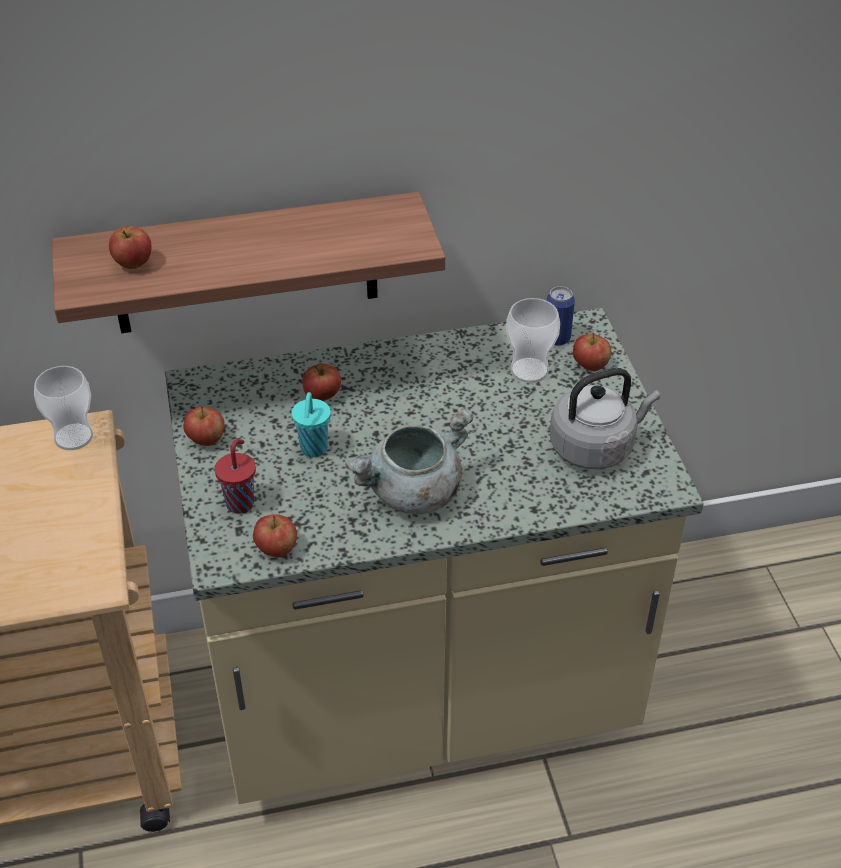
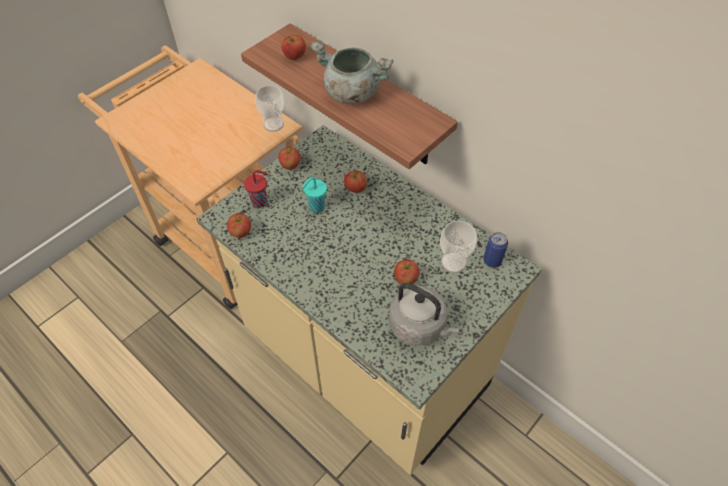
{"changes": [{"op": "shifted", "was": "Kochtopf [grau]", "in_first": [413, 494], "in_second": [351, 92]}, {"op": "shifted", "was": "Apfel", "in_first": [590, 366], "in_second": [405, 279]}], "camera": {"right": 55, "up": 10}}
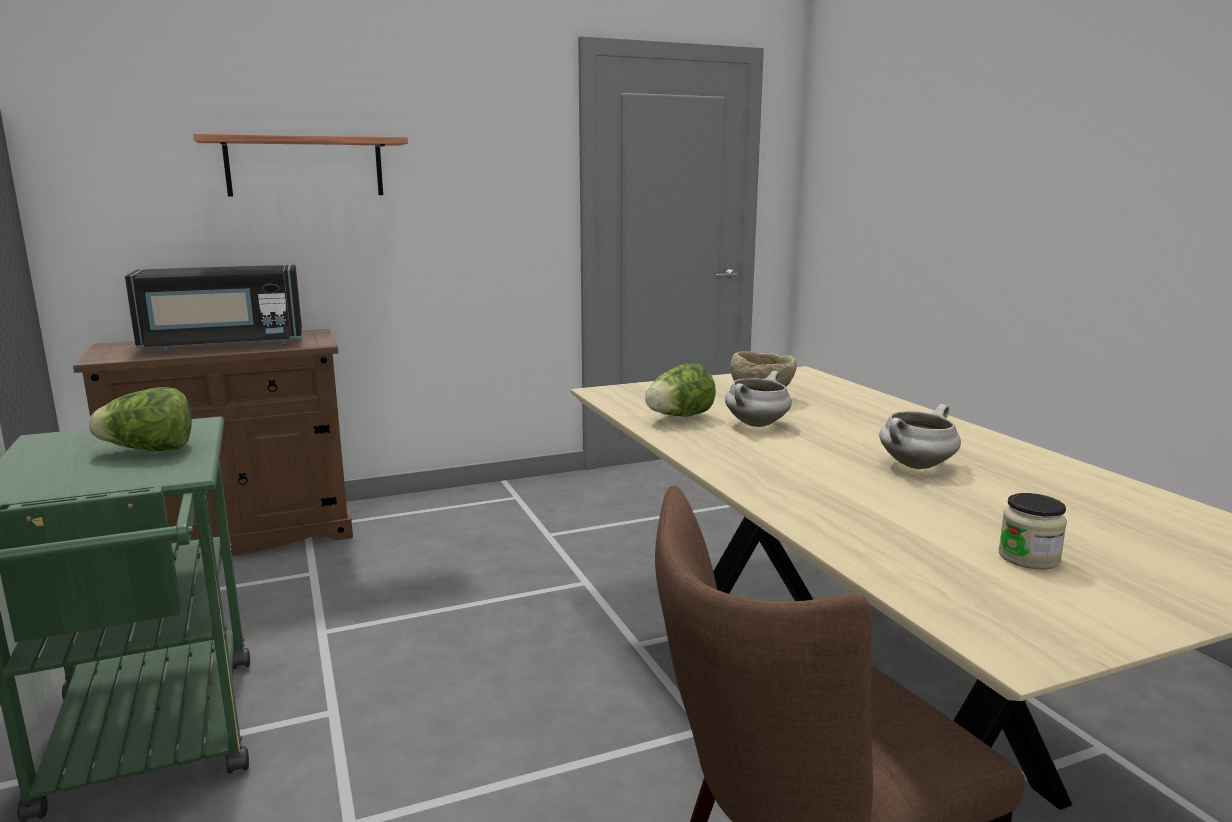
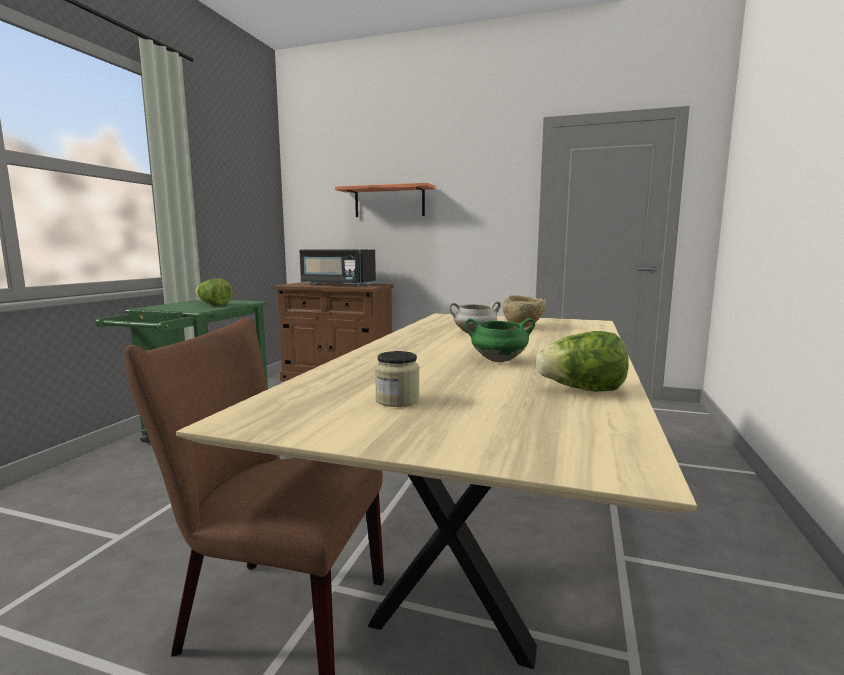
{"changes": [{"op": "shifted", "was": "Salatkopf", "in_first": [679, 417], "in_second": [582, 390]}, {"op": "repainted", "was": "Kochtopf [weiß]", "now": "Kochtopf [grün]", "in_first": [916, 466], "in_second": [498, 360]}], "camera": {"right": 40, "up": -5}}
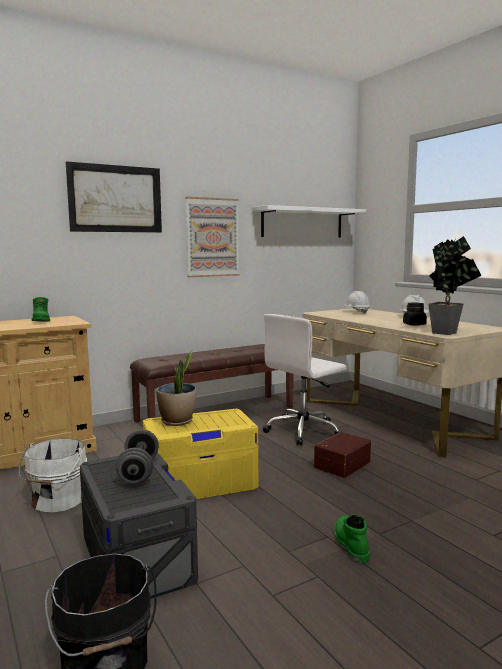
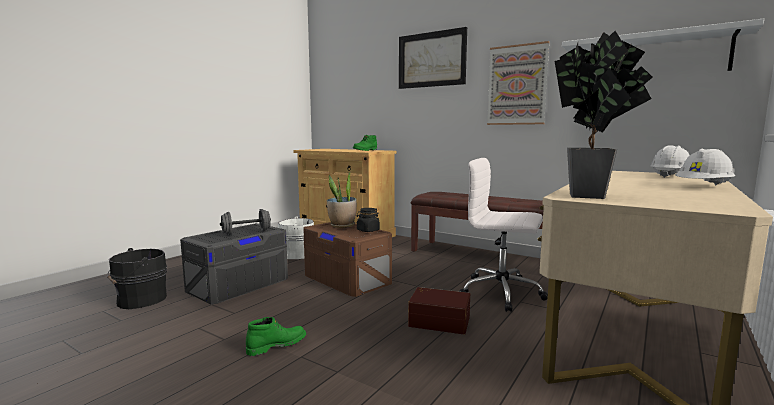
{"changes": [{"op": "shifted", "was": "Vorratsglas [schwarz]", "in_first": [414, 324], "in_second": [368, 230]}, {"op": "repainted", "was": "Aufbewahrungsbox [gelb]", "now": "Aufbewahrungsbox [braun]", "in_first": [200, 482], "in_second": [347, 279]}], "camera": {"right": 65, "up": 0}}
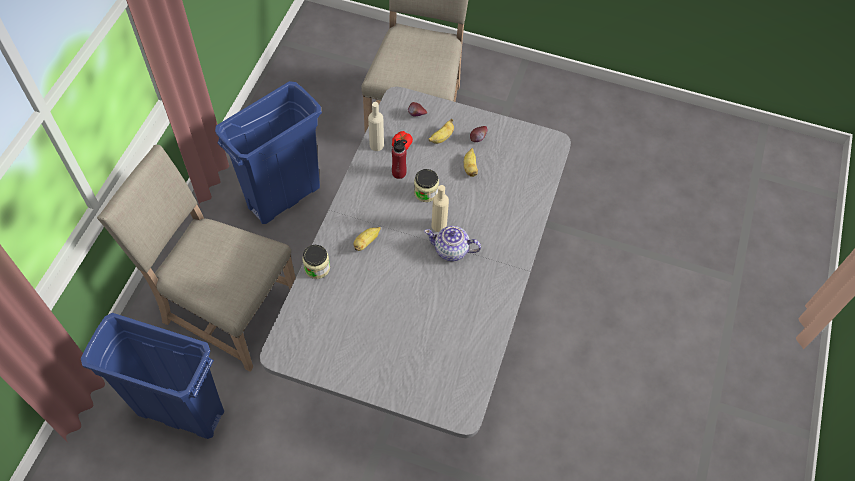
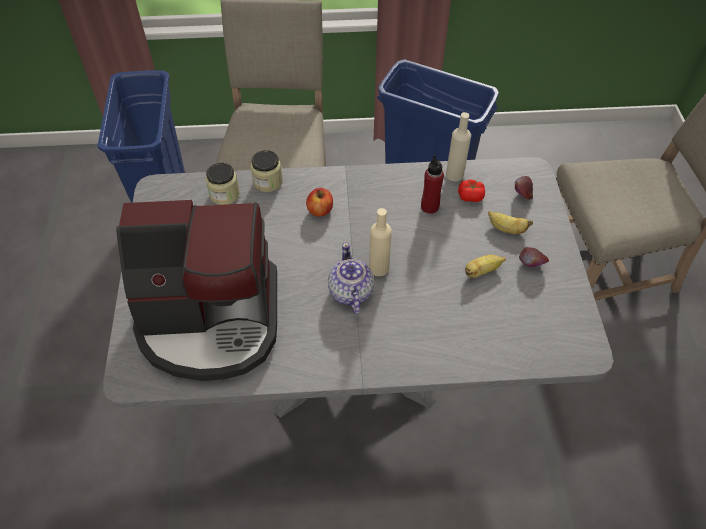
{"changes": [{"op": "new", "now": "Kaffeemaschine", "in_second": [211, 320]}, {"op": "shifted", "was": "Vorratsglas", "in_first": [426, 192], "in_second": [224, 194]}, {"op": "swapped", "was": "Banane", "now": "Apfel", "in_first": [366, 242], "in_second": [320, 210]}], "camera": {"right": 70, "up": -5}}
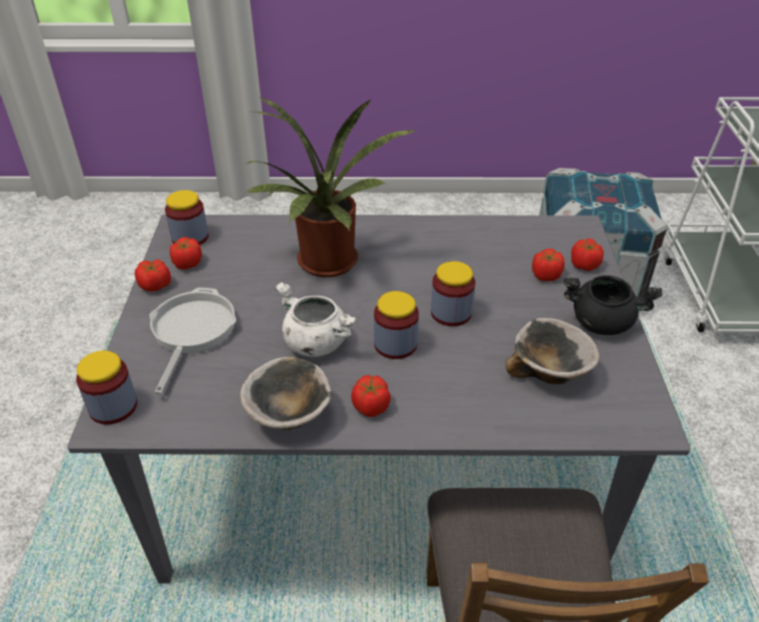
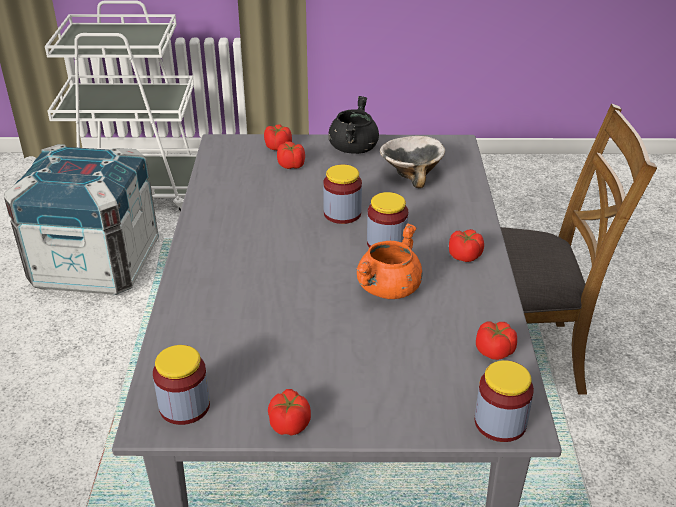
{"changes": [{"op": "gone", "was": "Pfanne", "in_first": [191, 331]}, {"op": "gone", "was": "Schüssel", "in_first": [289, 415]}, {"op": "gone", "was": "Topfpflanze", "in_first": [327, 266]}, {"op": "shifted", "was": "Tomate", "in_first": [187, 264], "in_second": [494, 351]}, {"op": "repainted", "was": "Kochtopf [weiß]", "now": "Kochtopf [orange]", "in_first": [315, 343], "in_second": [388, 289]}], "camera": {"right": -90, "up": -5}}
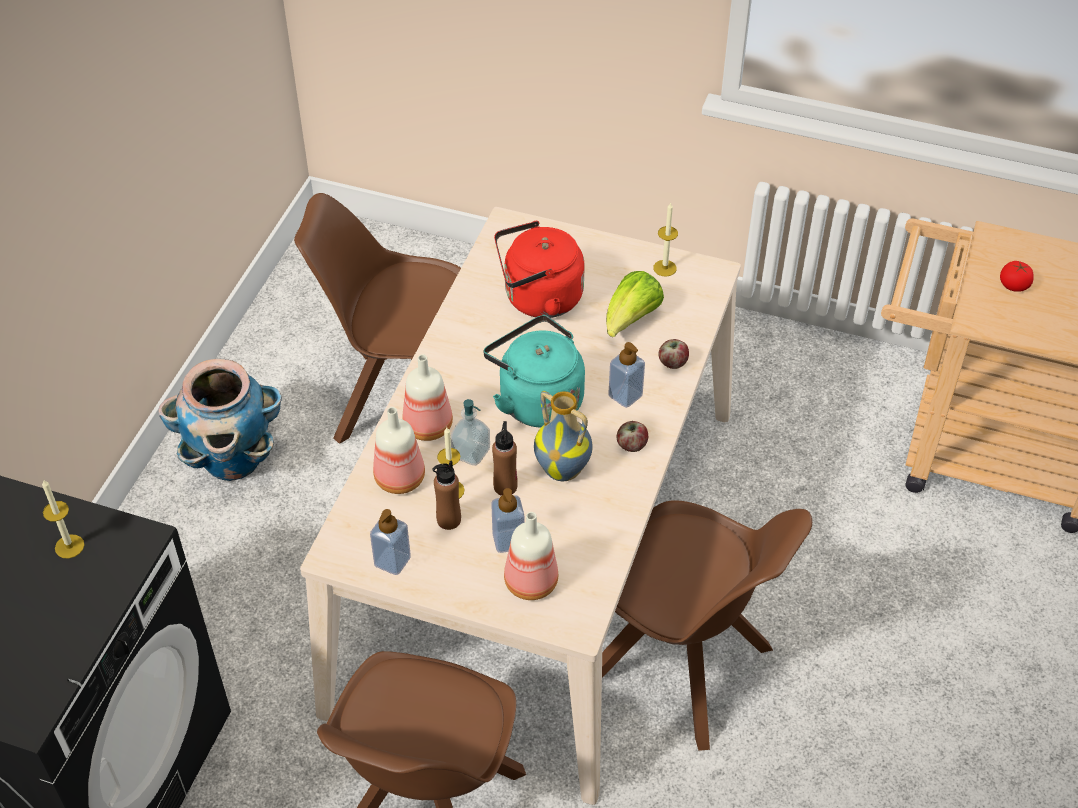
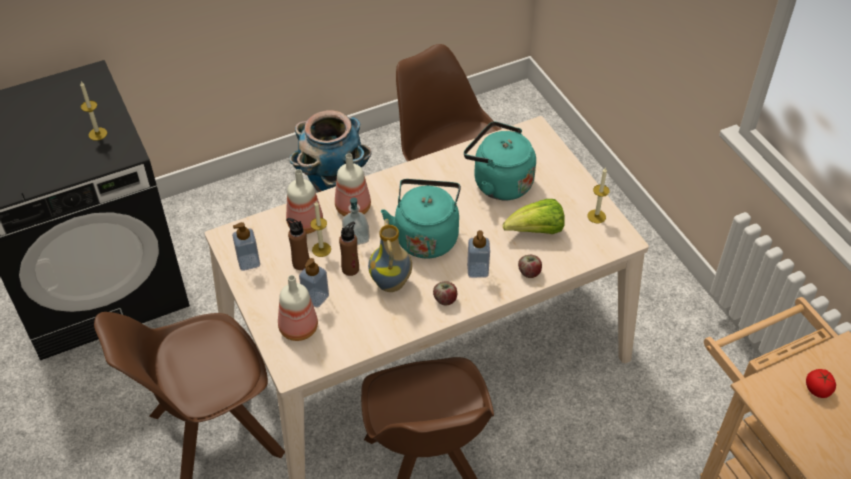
{"changes": [{"op": "repainted", "was": "Wasserkessel [rot]", "now": "Wasserkessel [türkis]", "in_first": [538, 299], "in_second": [499, 182]}], "camera": {"right": 45, "up": 0}}
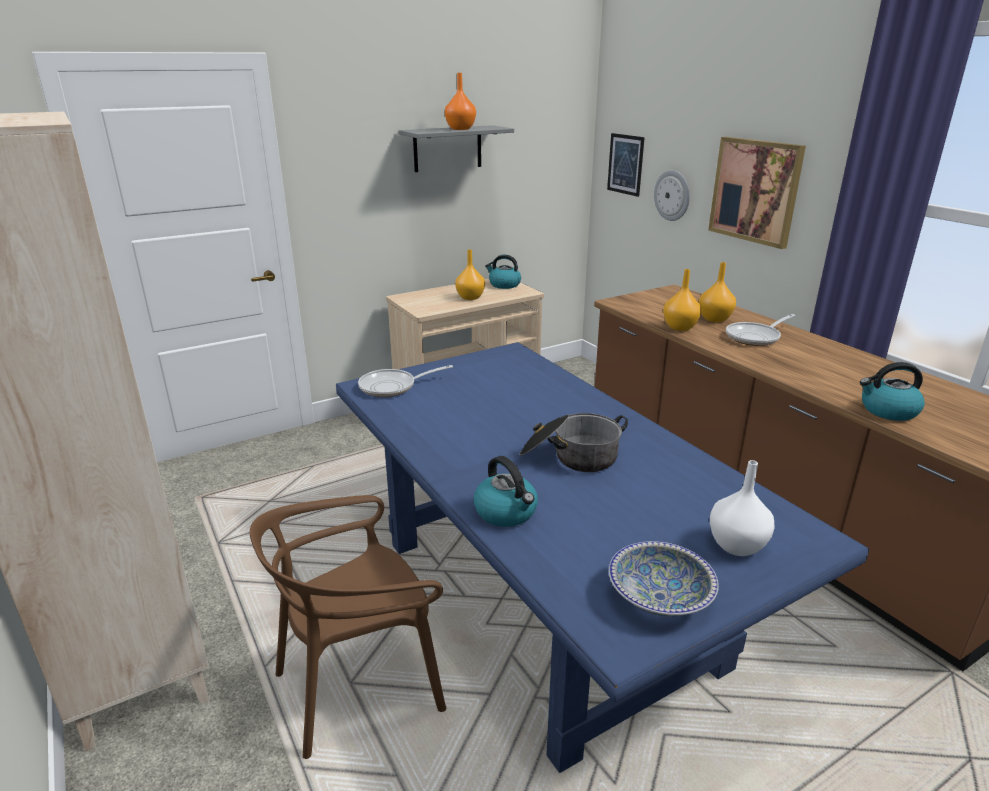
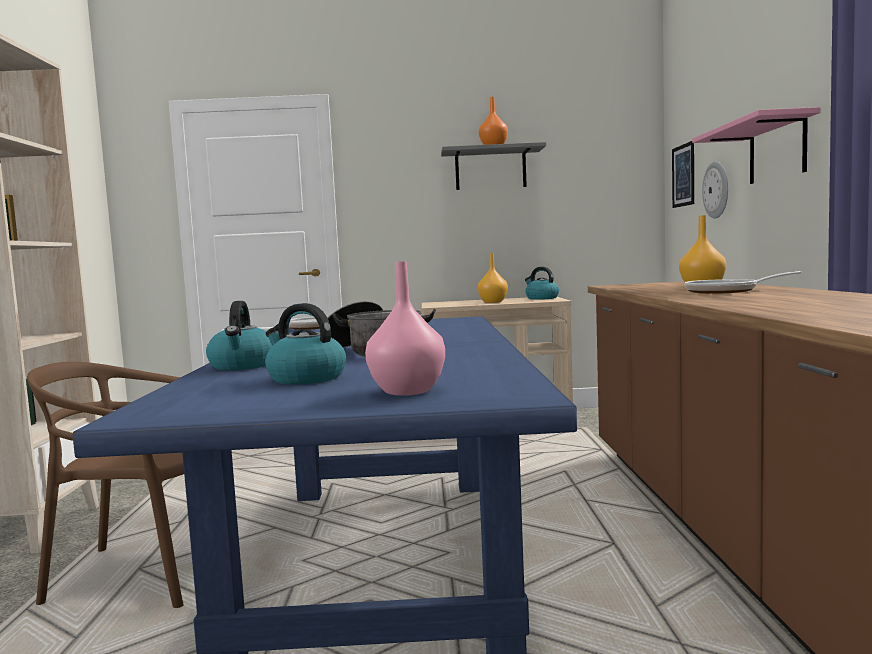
{"changes": [{"op": "gone", "was": "Schüssel", "in_first": [660, 597]}, {"op": "gone", "was": "Vase [orange]", "in_first": [679, 327]}, {"op": "shifted", "was": "Wasserkessel", "in_first": [888, 411], "in_second": [305, 378]}, {"op": "swapped", "was": "Bild", "now": "Wandregal [rosa]", "in_first": [755, 191], "in_second": [777, 150]}, {"op": "repainted", "was": "Vase [weiß]", "now": "Vase [rosa]", "in_first": [735, 546], "in_second": [405, 391]}], "camera": {"right": 30, "up": -20}}
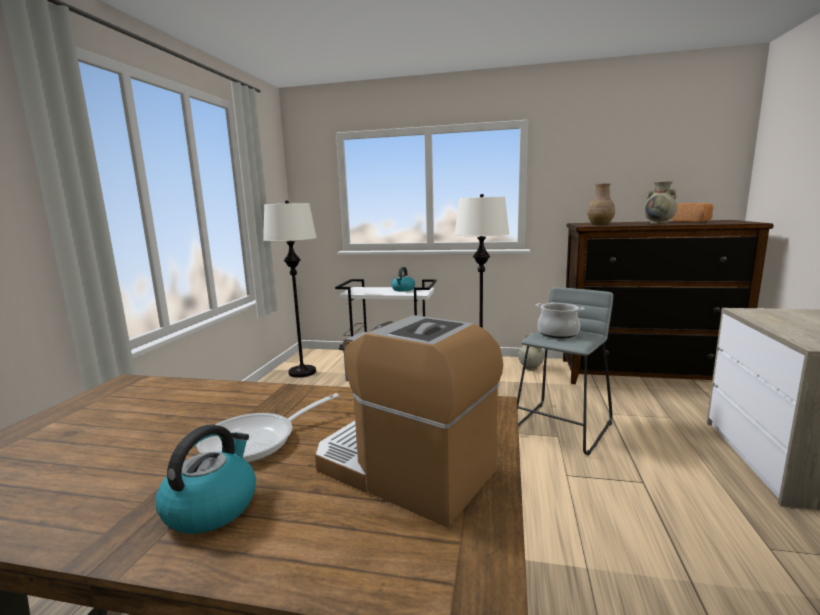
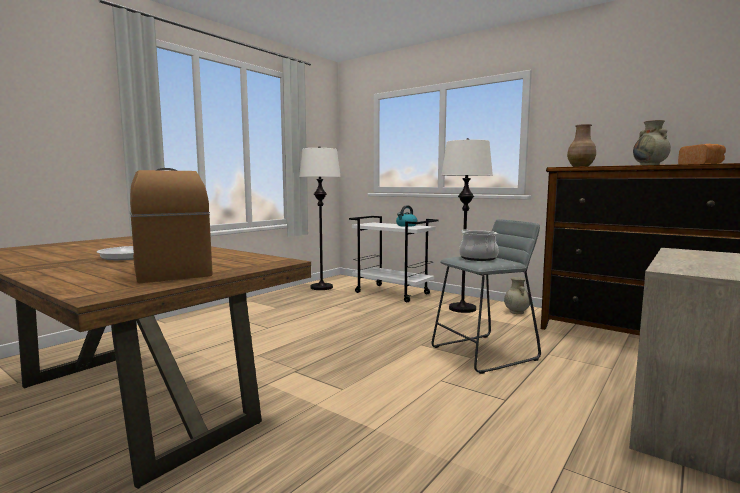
{"changes": [{"op": "gone", "was": "Wasserkessel", "in_first": [212, 507]}], "camera": {"right": 25, "up": -5}}
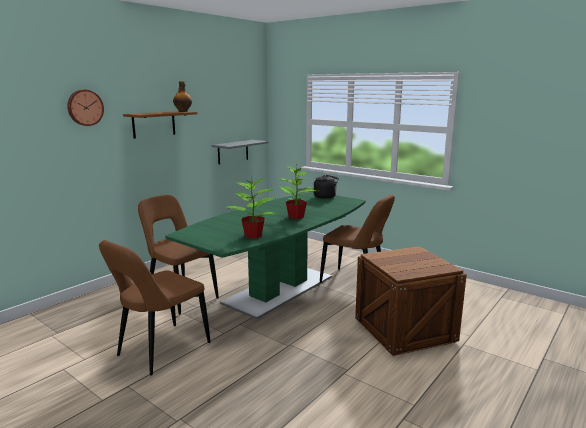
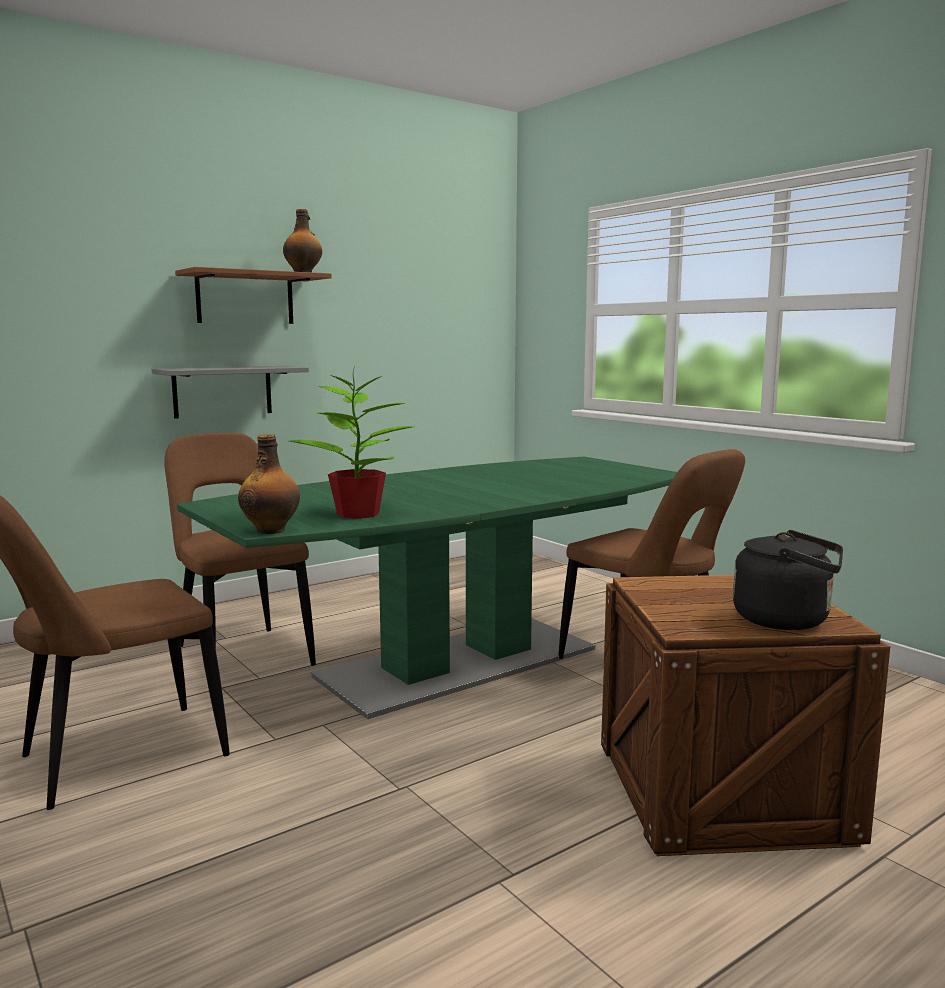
{"changes": [{"op": "gone", "was": "Wanduhr", "in_first": [85, 107]}, {"op": "gone", "was": "Topfpflanze", "in_first": [296, 217]}, {"op": "new", "now": "Flasche", "in_second": [271, 530]}, {"op": "shifted", "was": "Wandregal [grau]", "in_first": [233, 152], "in_second": [222, 391]}, {"op": "shifted", "was": "Wasserkessel [schwarz]", "in_first": [326, 197], "in_second": [787, 620]}], "camera": {"right": 15, "up": -5}}
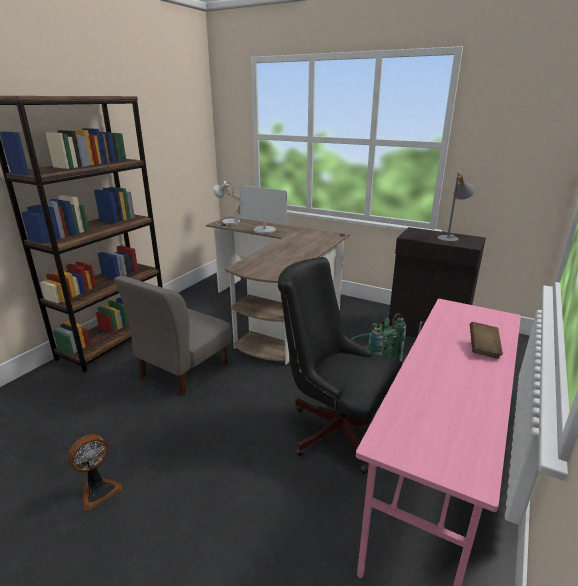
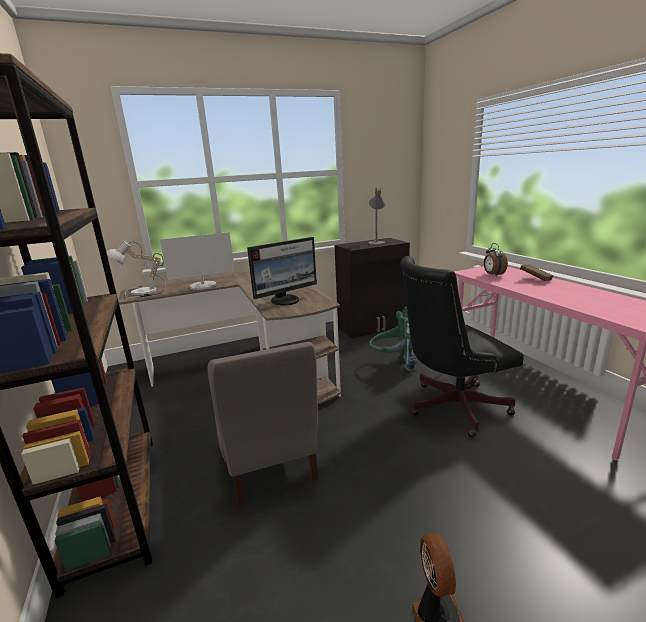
{"changes": [{"op": "new", "now": "Monitor", "in_second": [286, 300]}, {"op": "new", "now": "Wecker", "in_second": [493, 275]}], "camera": {"right": -50, "up": -5}}
